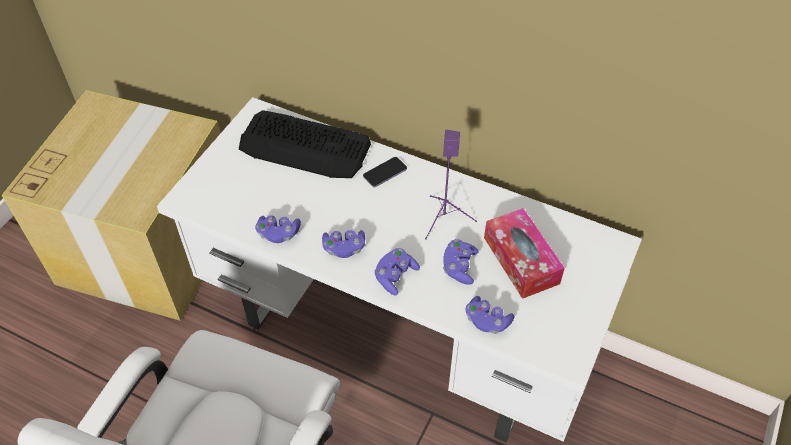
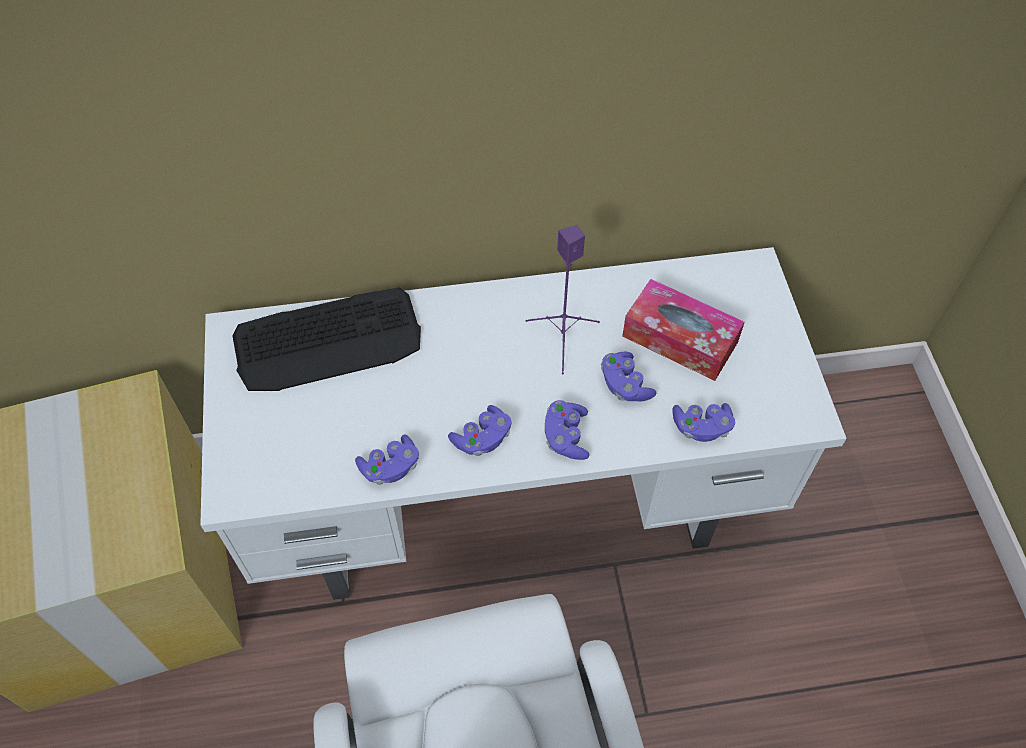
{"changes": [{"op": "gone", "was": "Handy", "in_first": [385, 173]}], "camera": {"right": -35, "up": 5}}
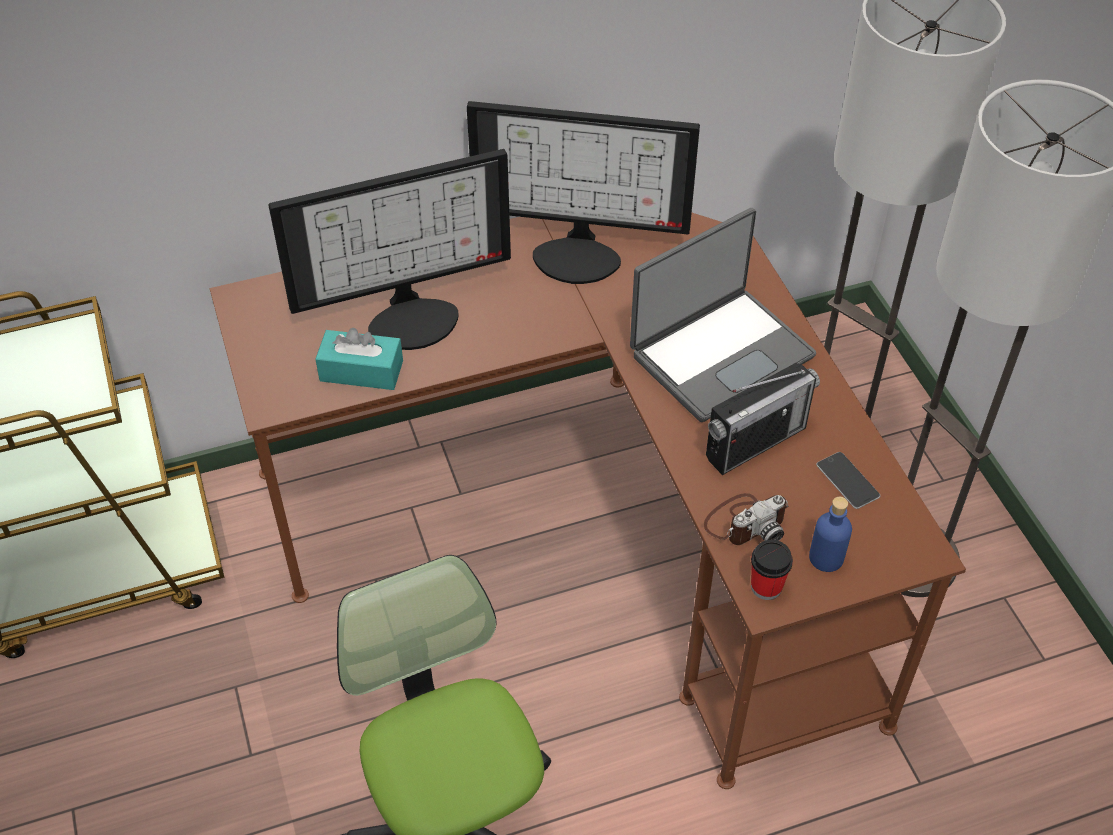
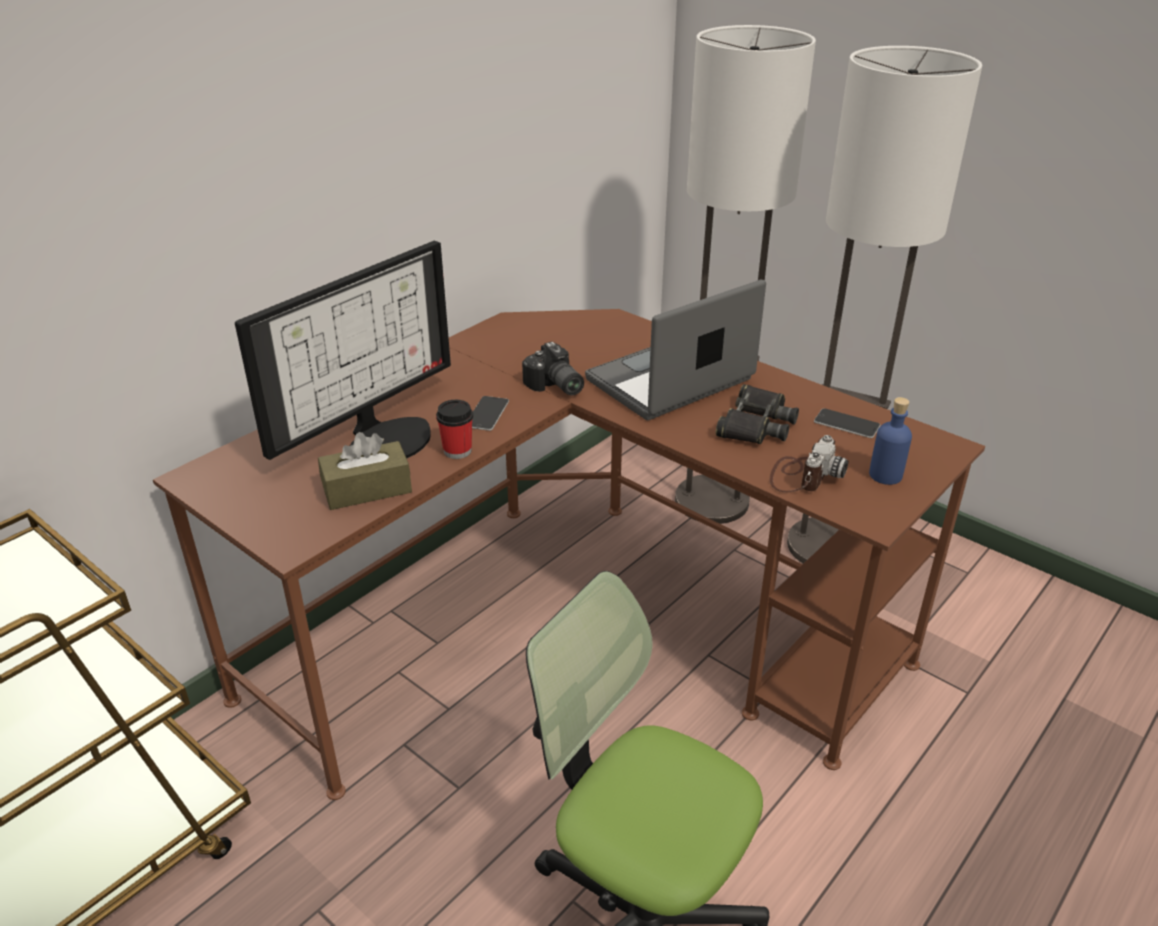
{"changes": [{"op": "gone", "was": "Monitor", "in_first": [579, 254]}, {"op": "new", "now": "Handy", "in_second": [487, 413]}, {"op": "new", "now": "Kamera", "in_second": [554, 387]}, {"op": "shifted", "was": "Tasse", "in_first": [766, 587], "in_second": [457, 451]}, {"op": "swapped", "was": "Radio", "now": "Fernglas [schwarz]", "in_first": [755, 442], "in_second": [755, 424]}, {"op": "repainted", "was": "Taschentuchbox [türkis]", "now": "Taschentuchbox [braun]", "in_first": [361, 371], "in_second": [367, 489]}, {"op": "rotated", "was": "Laptop", "in_first": [720, 354], "in_second": [671, 381], "clockwise": -150}], "camera": {"right": -30, "up": -15}}
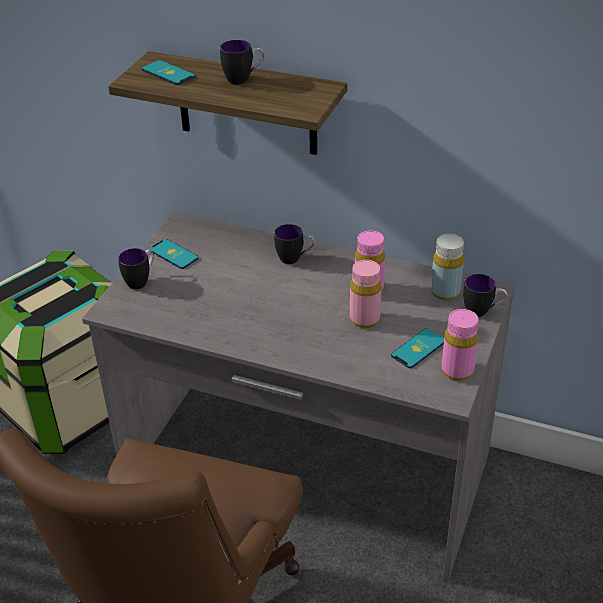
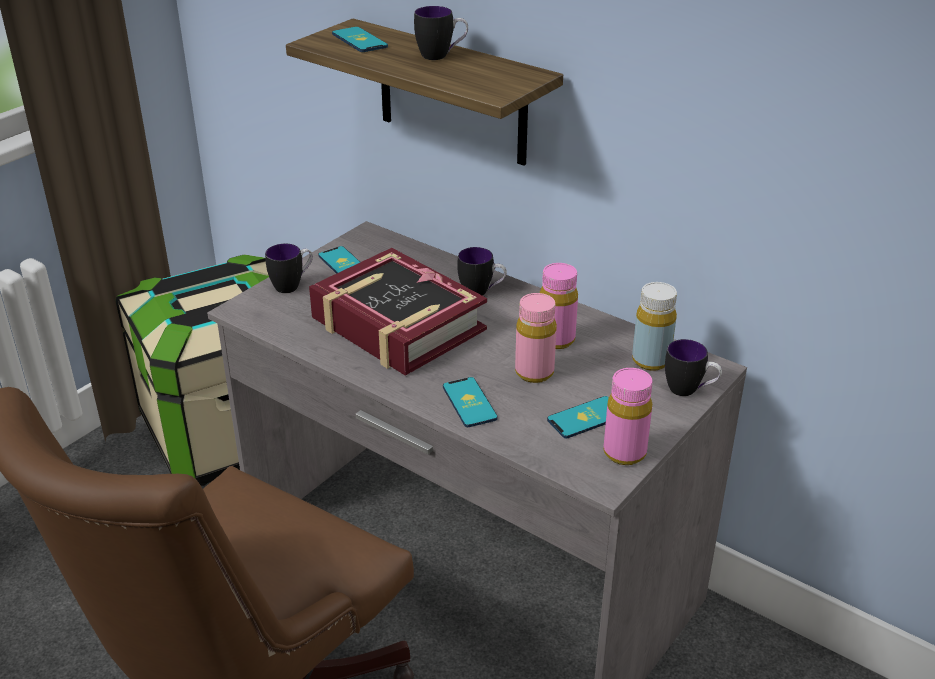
{"changes": [{"op": "new", "now": "Buch", "in_second": [397, 325]}, {"op": "new", "now": "Handy", "in_second": [469, 402]}], "camera": {"right": 15, "up": -5}}
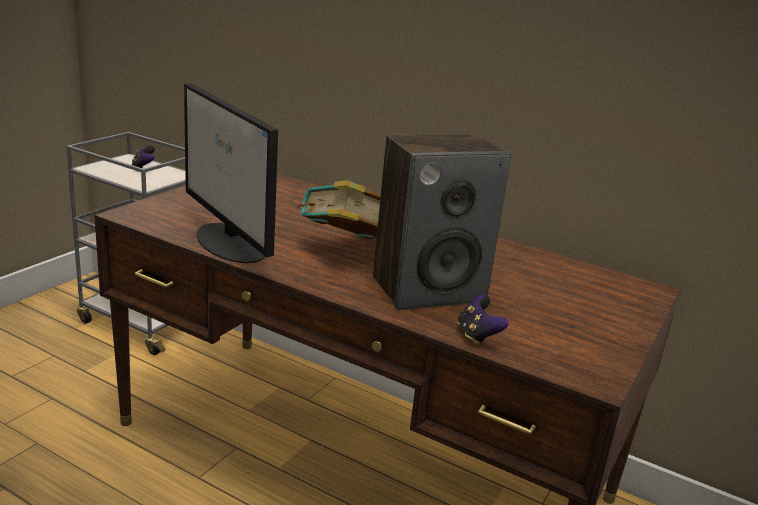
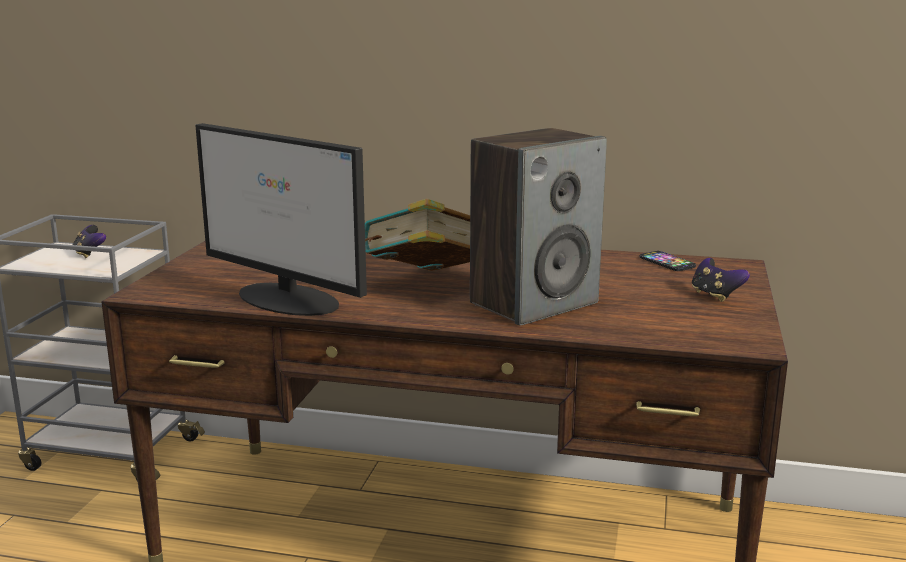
{"changes": [{"op": "new", "now": "Handy", "in_second": [667, 262]}, {"op": "shifted", "was": "Gamepad", "in_first": [477, 335], "in_second": [715, 295]}], "camera": {"right": -15, "up": -5}}
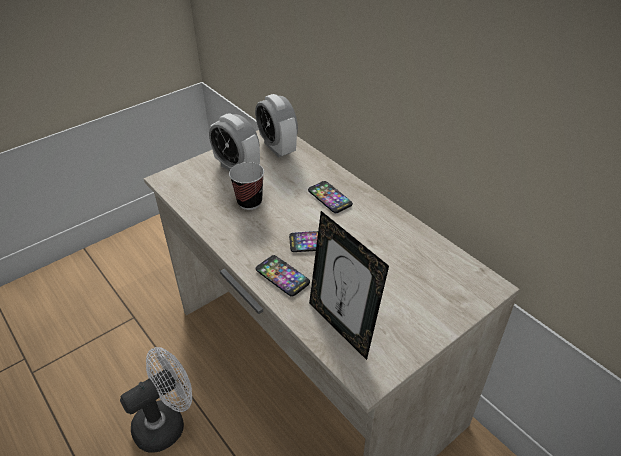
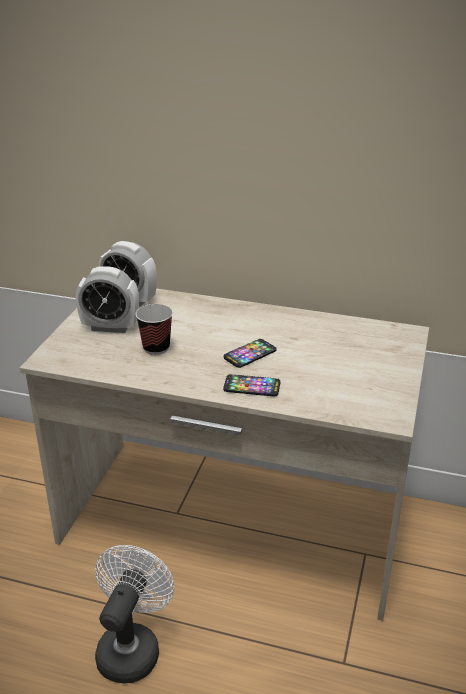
{"changes": [{"op": "gone", "was": "Handy", "in_first": [330, 197]}, {"op": "gone", "was": "Bilderrahmen", "in_first": [342, 326]}], "camera": {"right": -35, "up": -10}}
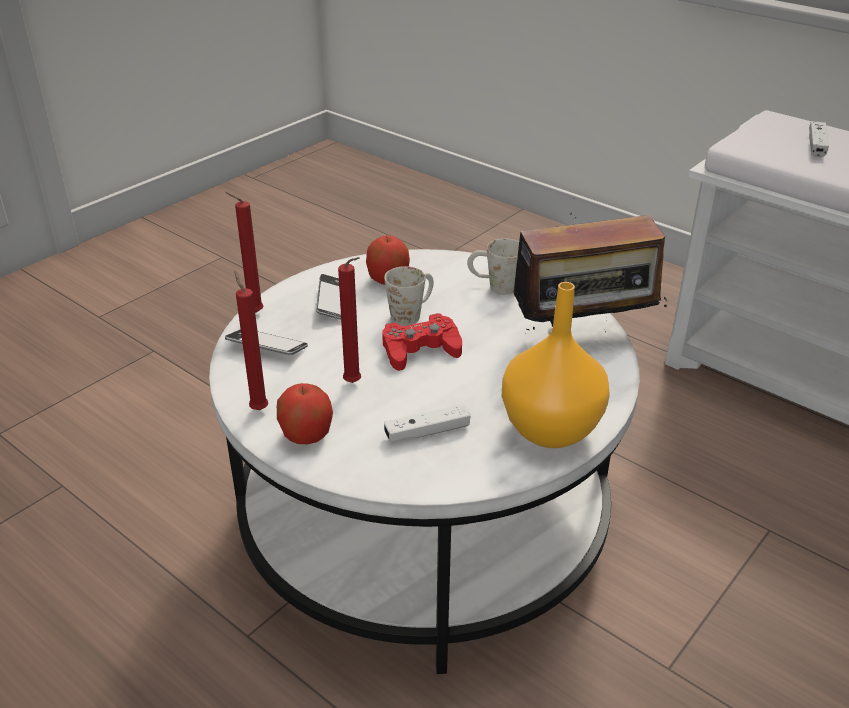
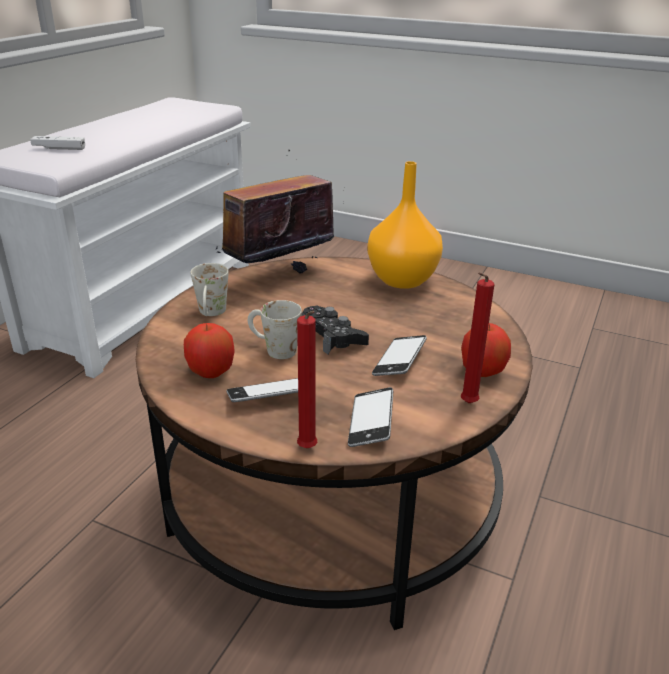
{"changes": [{"op": "gone", "was": "Gamepad [weiß]", "in_first": [427, 432]}, {"op": "swapped", "was": "Kerze [rot]", "now": "Handy", "in_first": [354, 384], "in_second": [399, 361]}, {"op": "repainted", "was": "Couchtisch [weiß]", "now": "Couchtisch [braun]", "in_first": [423, 518], "in_second": [331, 494]}, {"op": "repainted", "was": "Gamepad [rot]", "now": "Gamepad [schwarz]", "in_first": [420, 350], "in_second": [332, 337]}, {"op": "rotated", "was": "Radio", "in_first": [583, 334], "in_second": [278, 274], "clockwise": -105}], "camera": {"right": -105, "up": -5}}
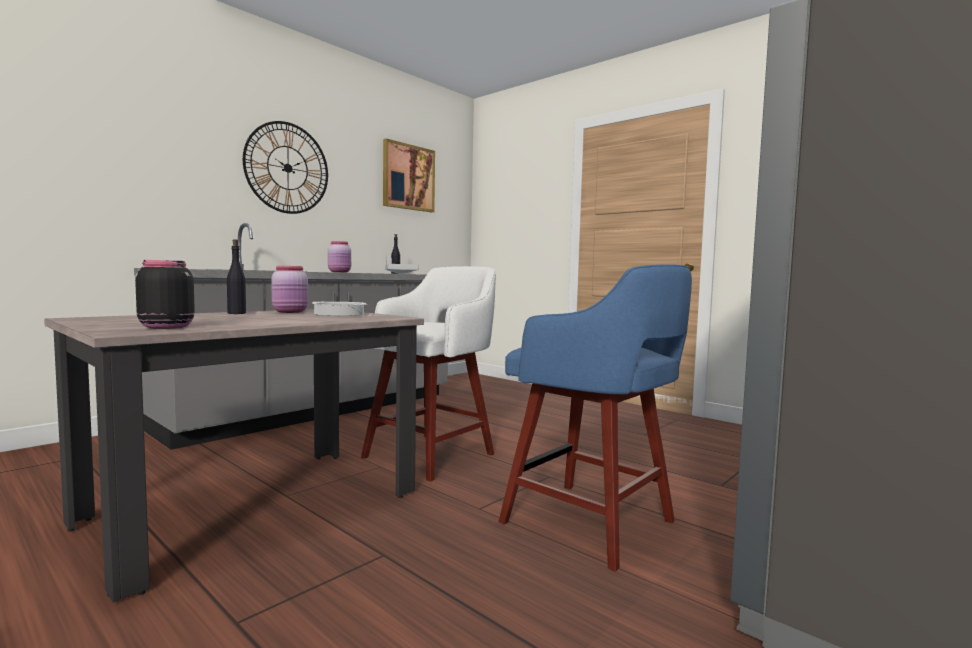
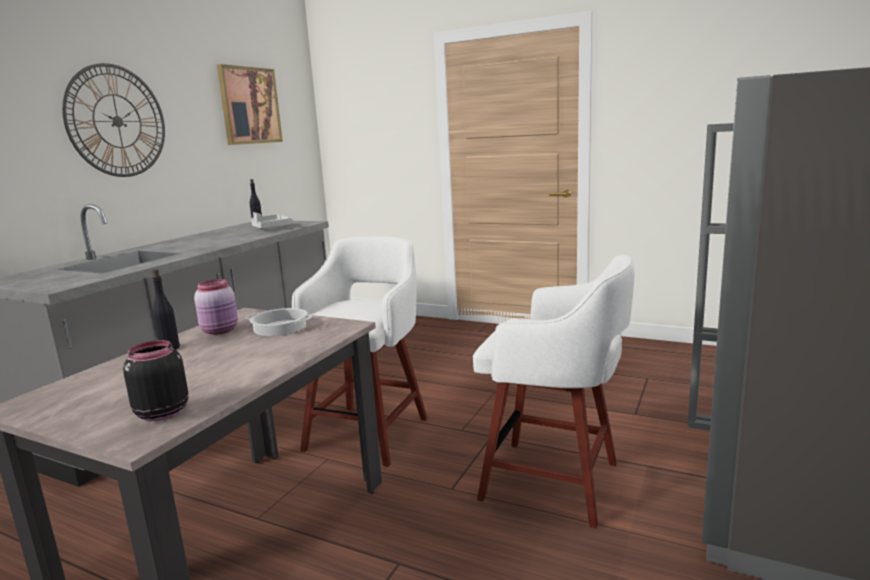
{"changes": [{"op": "gone", "was": "Vorratsglas [rosa]", "in_first": [340, 272]}, {"op": "repainted", "was": "Hocker [blau]", "now": "Hocker [weiß]", "in_first": [592, 524], "in_second": [555, 482]}], "camera": {"right": -15, "up": 10}}
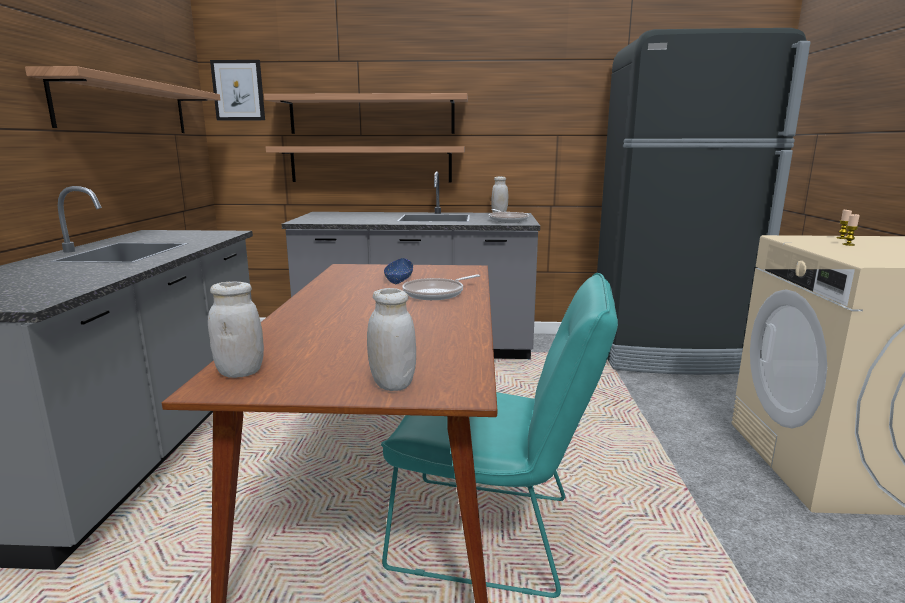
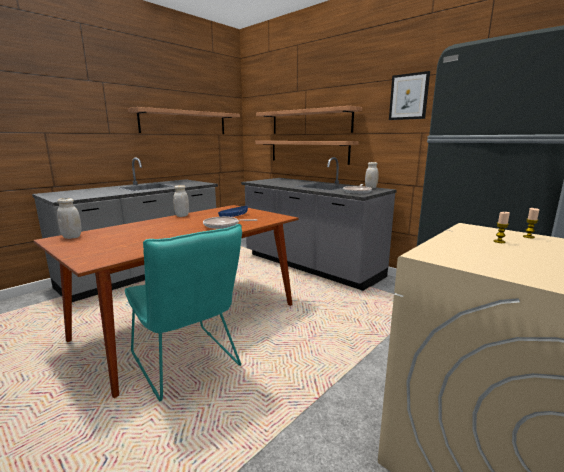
{"changes": [{"op": "shifted", "was": "Bild", "in_first": [238, 90], "in_second": [408, 96]}, {"op": "shifted", "was": "Vorratsglas [weiß]", "in_first": [392, 384], "in_second": [182, 215]}], "camera": {"right": 40, "up": 0}}
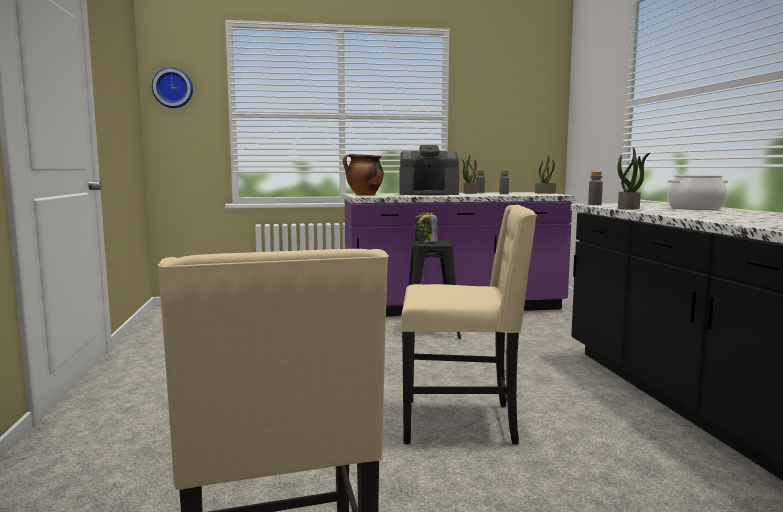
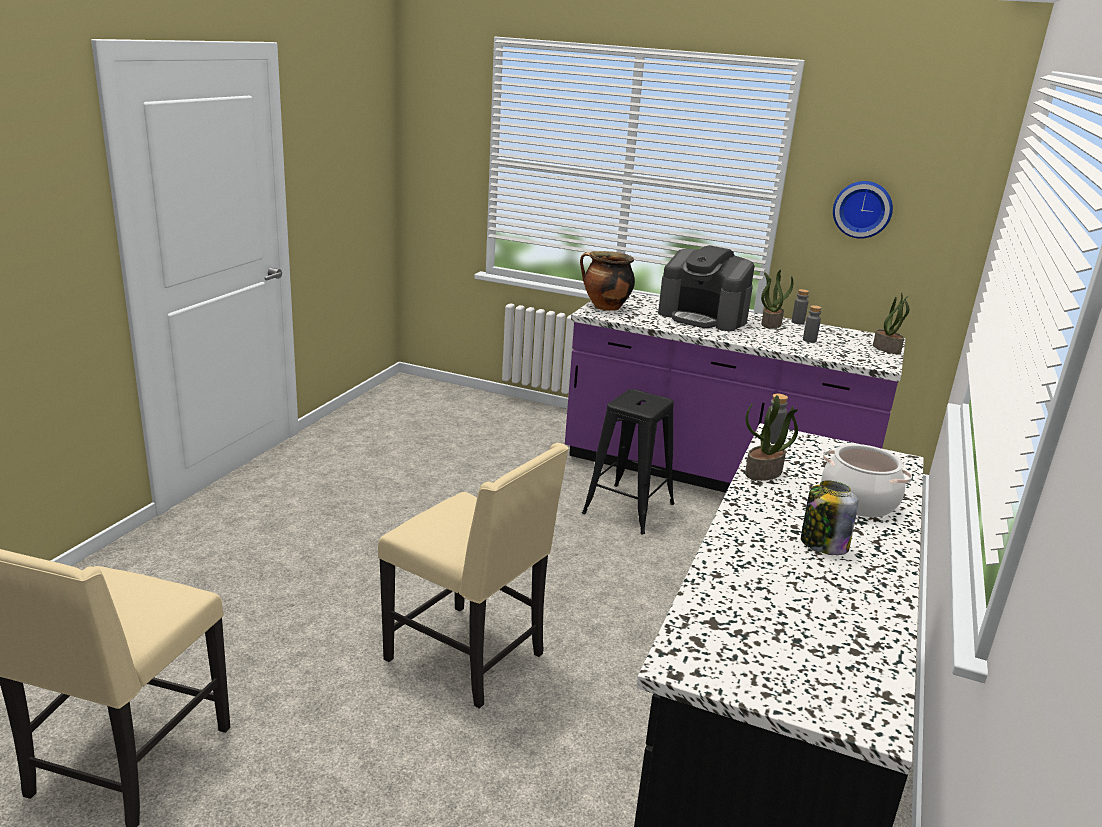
{"changes": [{"op": "shifted", "was": "Wanduhr", "in_first": [173, 88], "in_second": [862, 209]}, {"op": "shifted", "was": "Vorratsglas", "in_first": [425, 242], "in_second": [823, 544]}], "camera": {"right": 30, "up": 15}}
